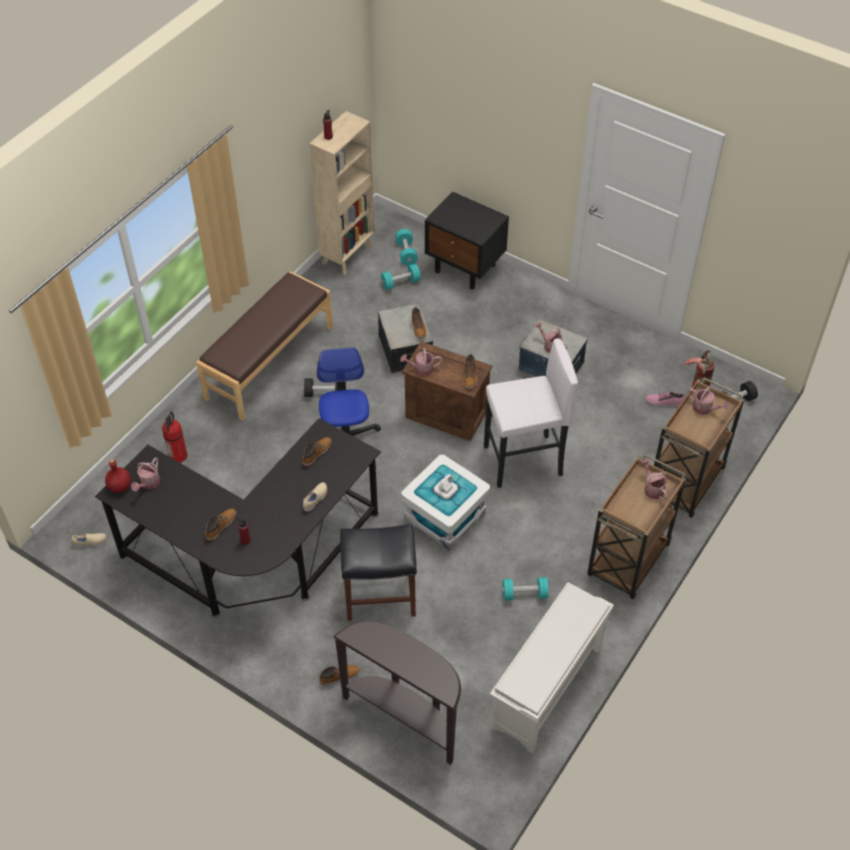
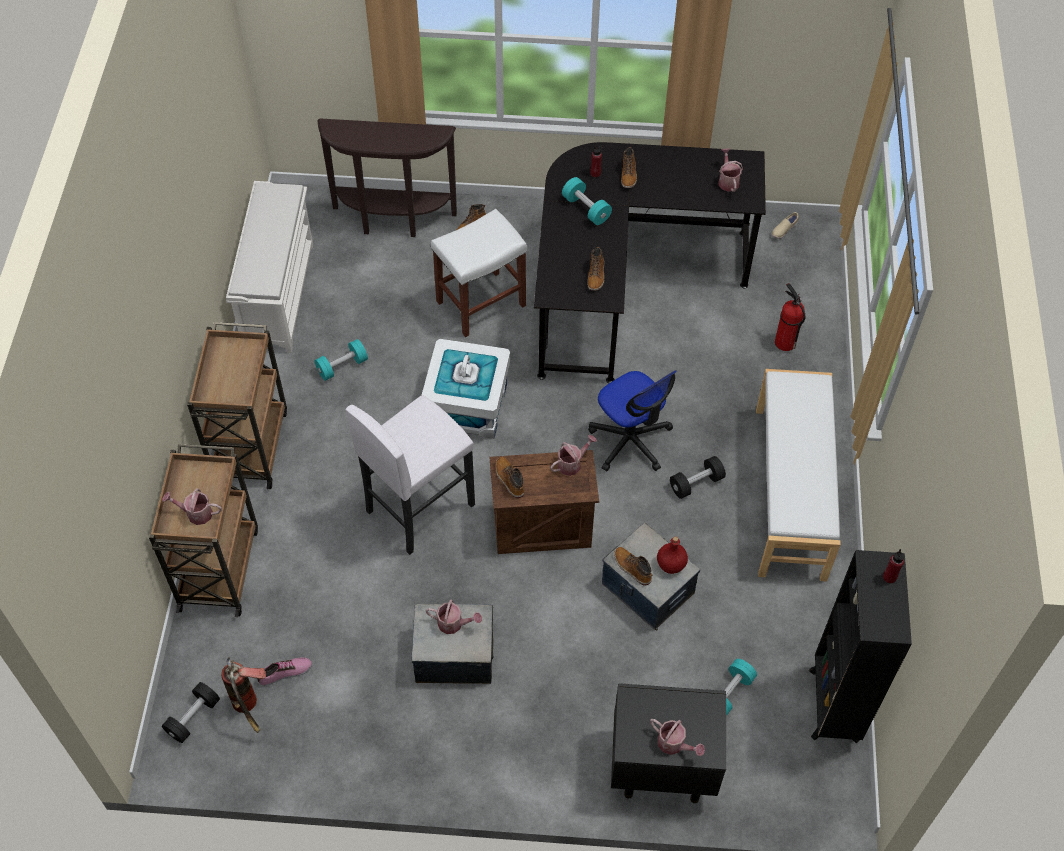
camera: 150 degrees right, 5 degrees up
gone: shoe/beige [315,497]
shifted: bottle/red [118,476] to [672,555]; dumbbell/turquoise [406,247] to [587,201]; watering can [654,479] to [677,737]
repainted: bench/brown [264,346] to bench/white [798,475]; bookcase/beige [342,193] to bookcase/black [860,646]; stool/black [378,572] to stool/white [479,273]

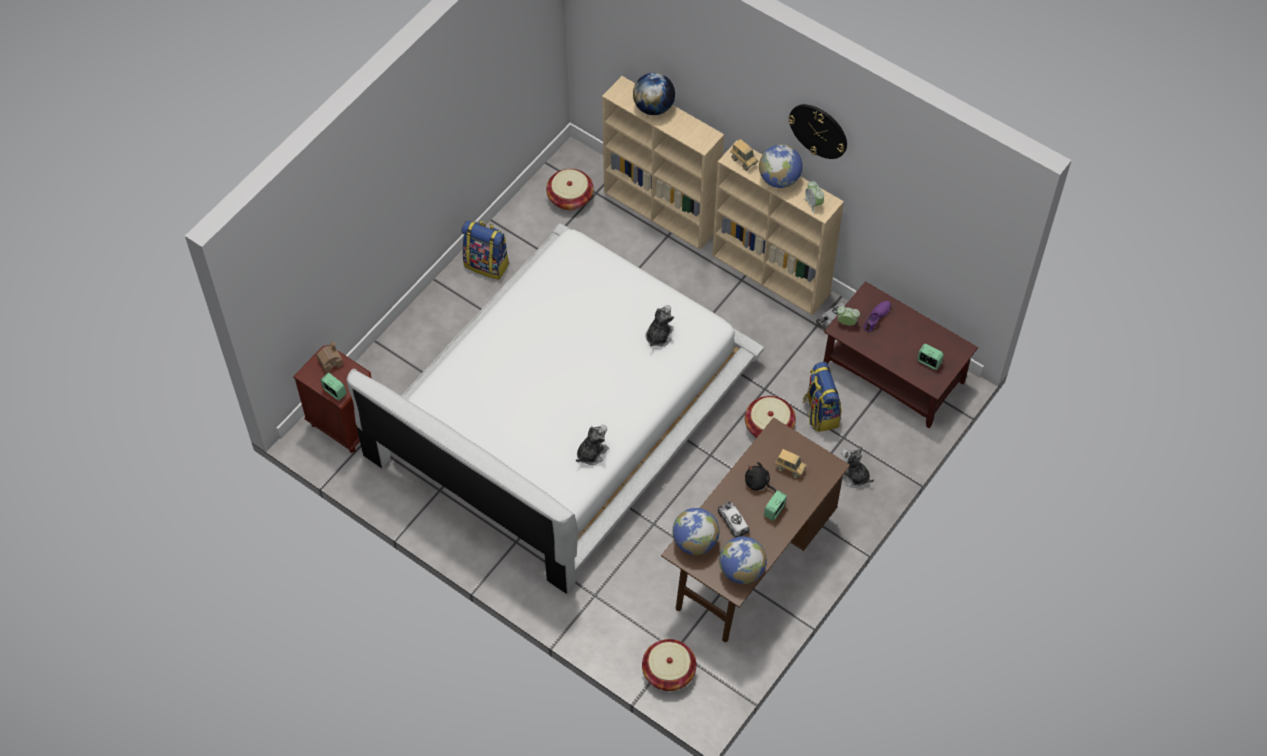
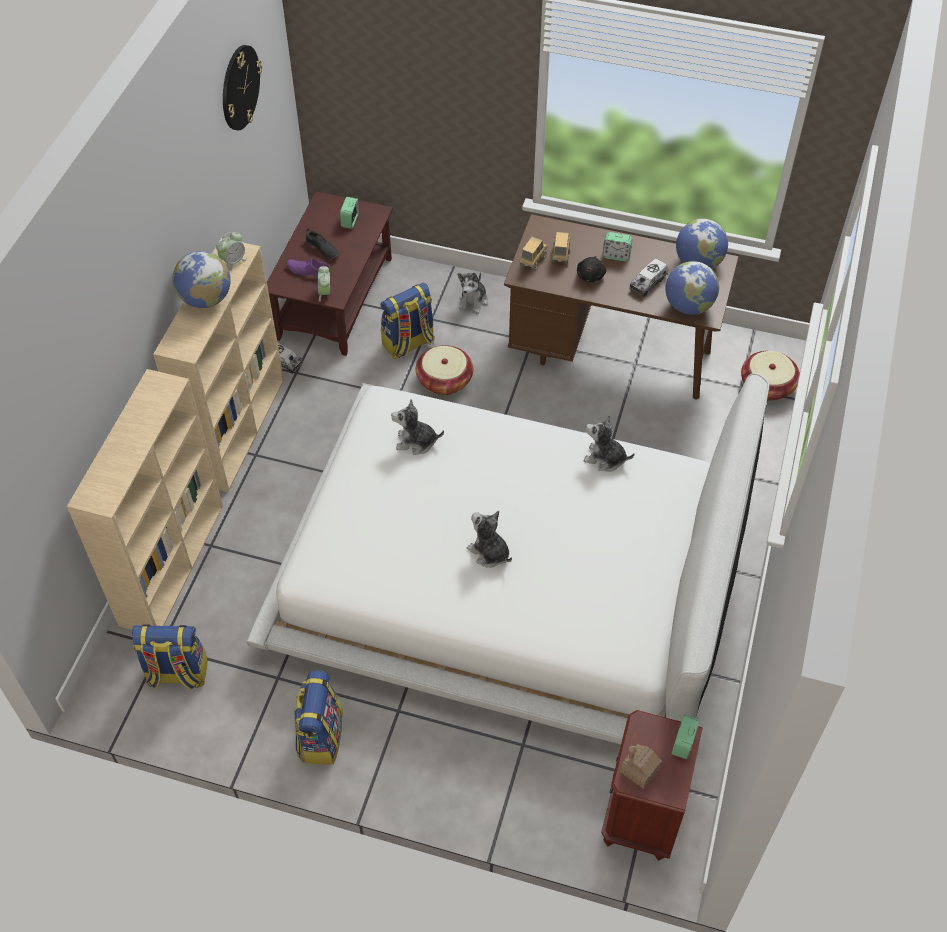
camera: 110 degrees left, 5 degrees down
gone: globe [654,94]
new: shoe/black [322,244]; plush toy [489,539]
shifted: toy truck [744,155] to [533,254]; wall clock [817,131] to [242,88]
swapped: basket [570,189] to backpack [169,657]

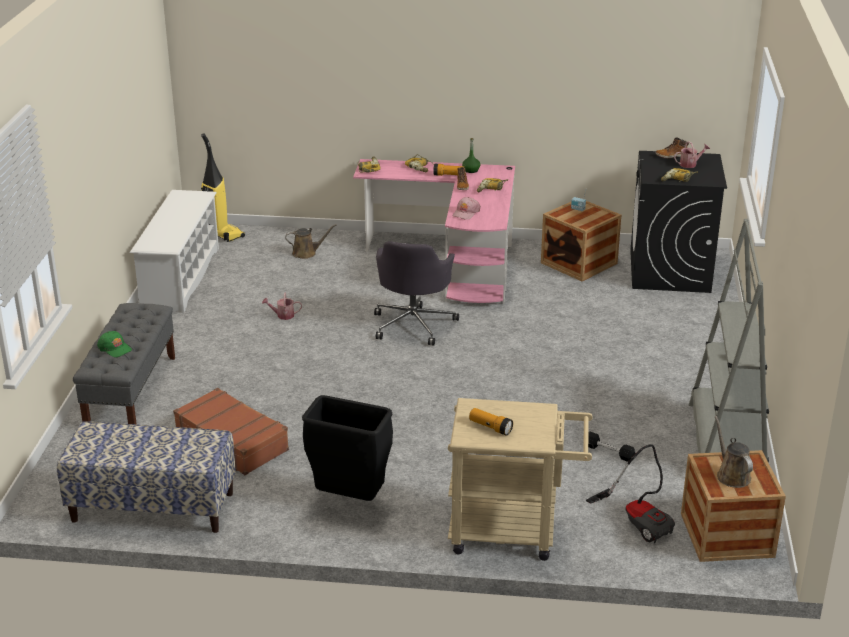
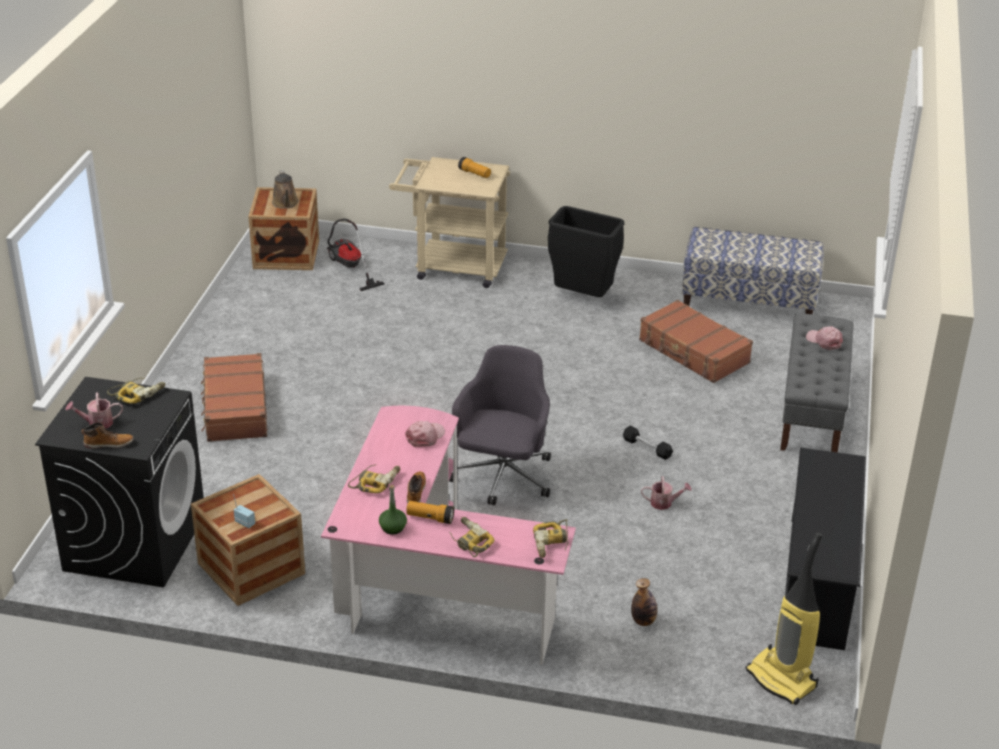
camera: 175 degrees left, 5 degrees up
gone: bookcase/grey [729,341]
new: suitcase/brown [234,397]
shifted: dumbbell/black [612,447] to [648,443]
swapped: watering can/brown [310,241] to bottle [644,602]
repainted: cap/green [114,344] to cap/pink [824,338]; shoe rack/white [174,251] to shoe rack/black [825,549]

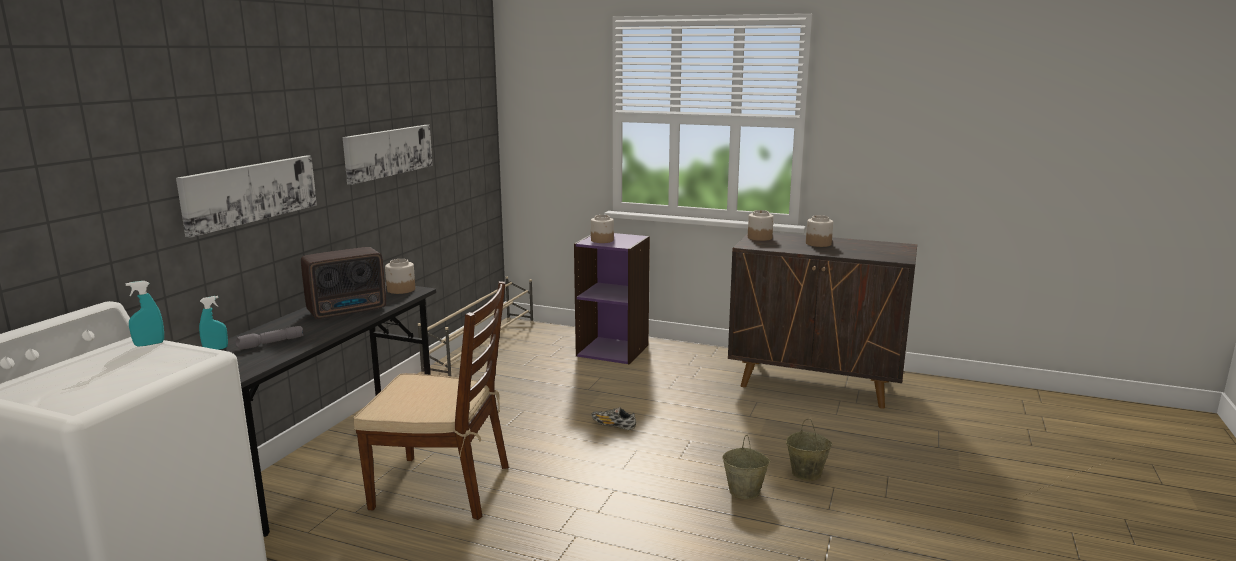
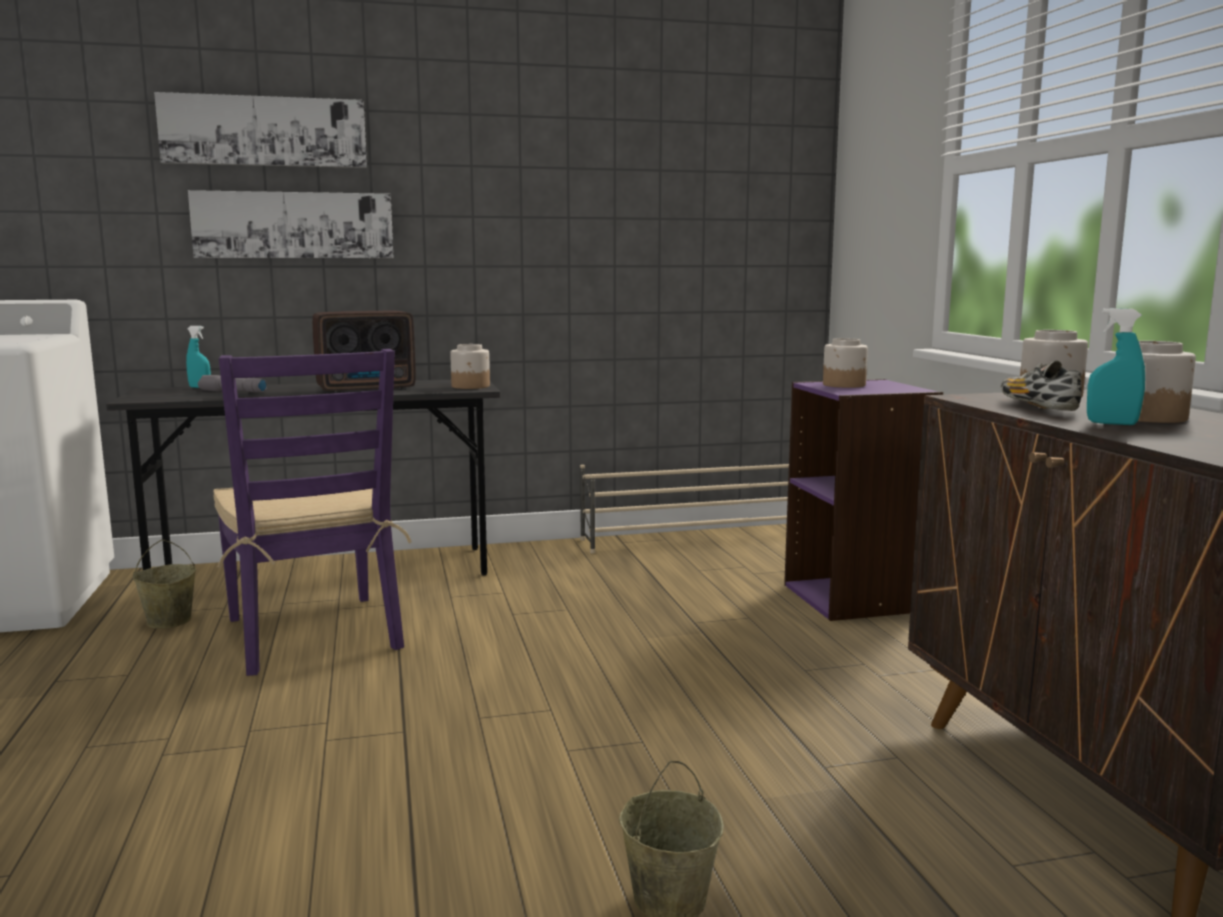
camera: 55 degrees right, 5 degrees down
shifted: spray bottle/turquoise [145,314] to [1116,366]; picture [388,155] to [260,130]; shoe [613,418] to [1041,386]; bucket/beige [746,467] to [164,584]
repainted: chair/brown [431,400] to chair/purple [312,512]
rotated: radio [343,283] = [364,351] 45 degrees counterclockwise

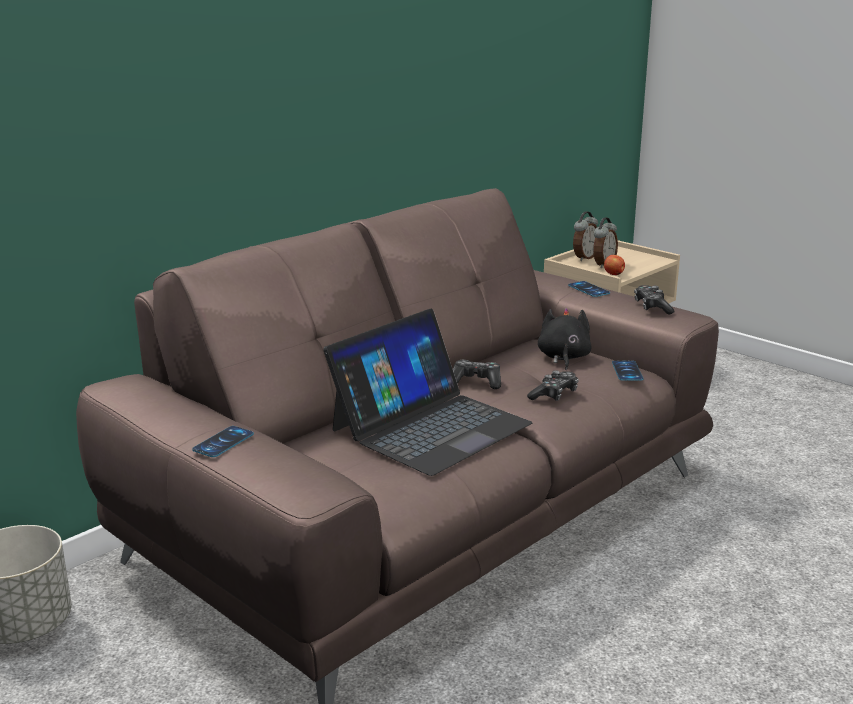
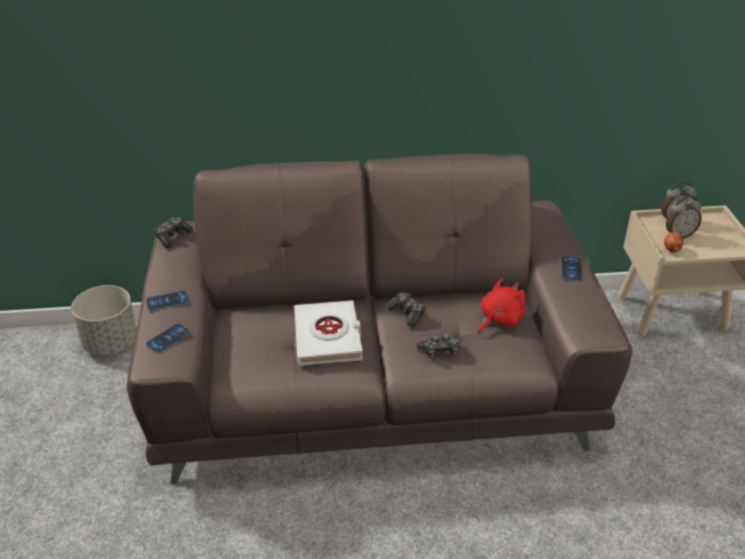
camera: 40 degrees right, 15 degrees up
shifted: phone [627,370] to [168,338]; game controller [654,300] to [173,232]
swapped: laptop [428,392] to book/white [328,333]
repainted: plush toy/black [565,339] to plush toy/red [501,306]

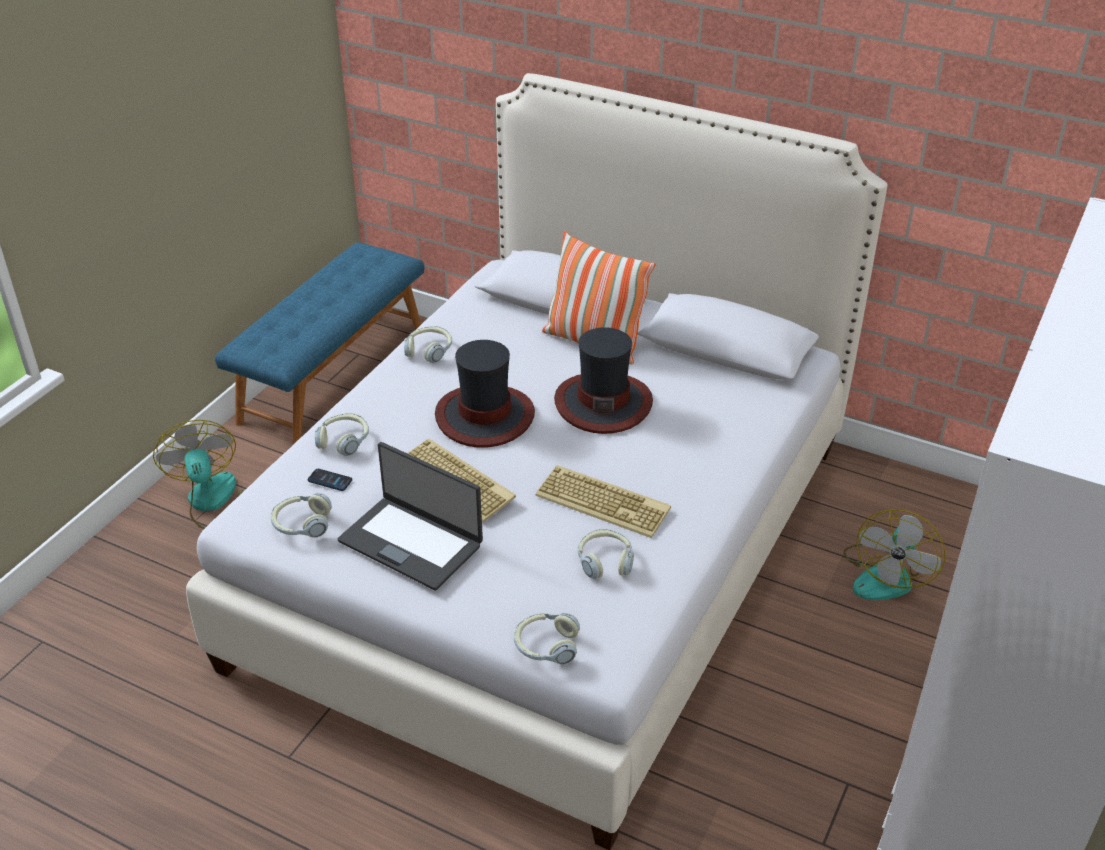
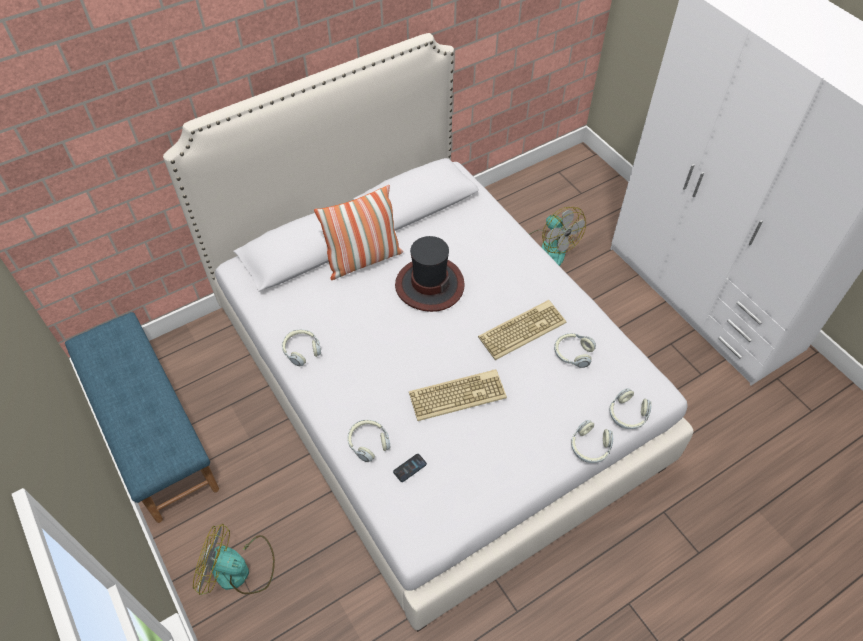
camera: 60 degrees left, 15 degrees up
gone: laptop [410,516]; hat [485,394]
shifted: headphones [301,515] to [592,441]

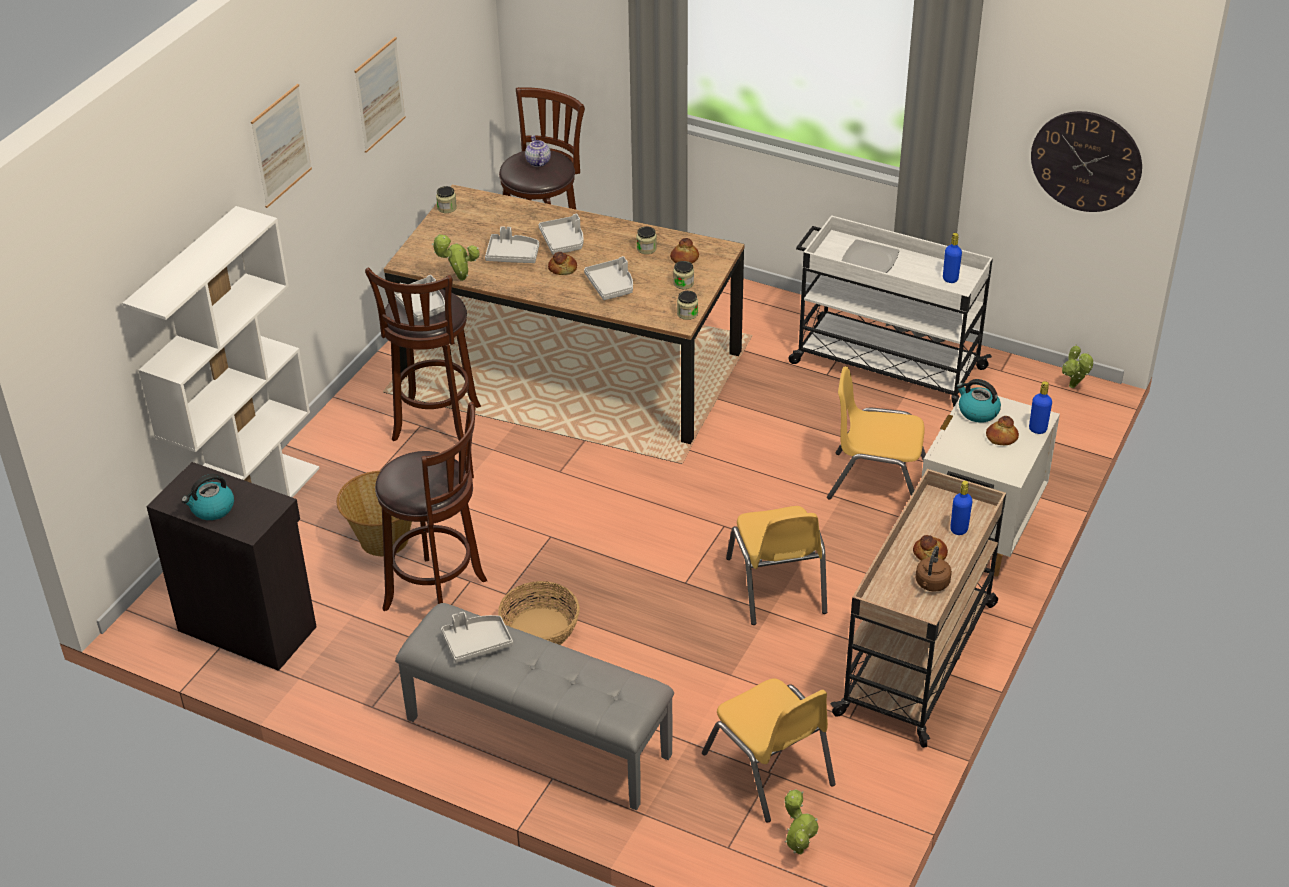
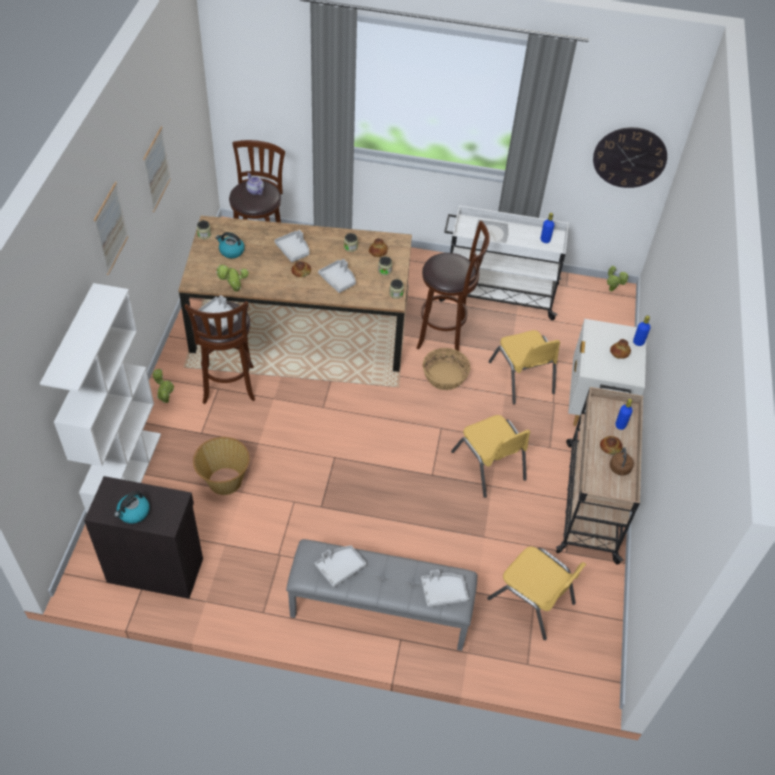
camera: 20 degrees left, 10 degrees up
shifted: stool/brown [431,506] to [453,287]; tray/grey [512,244] to [445,588]; basket [539,613] to [446,369]; potted plant [801,821] to [163,386]; kettle [979,401] to [230,245]
rotated: chair/yellow [876,433] = [524,367] 105 degrees counterclockwise

